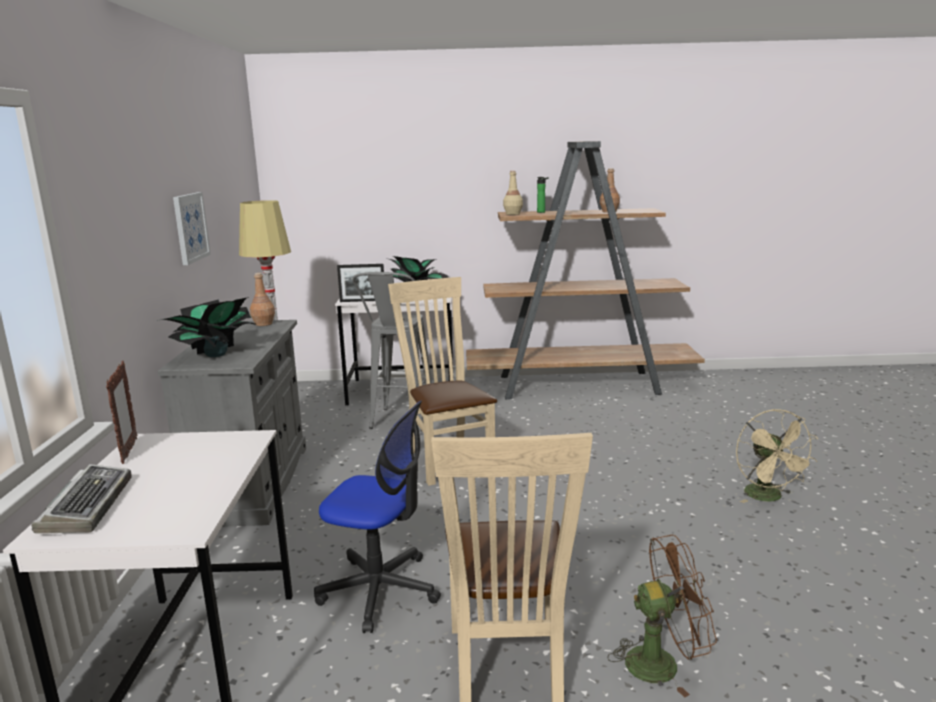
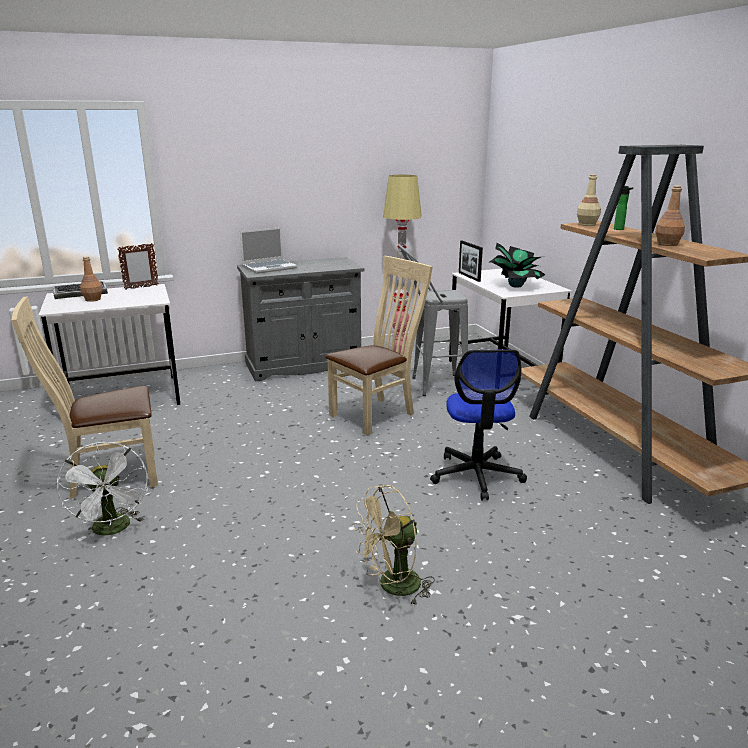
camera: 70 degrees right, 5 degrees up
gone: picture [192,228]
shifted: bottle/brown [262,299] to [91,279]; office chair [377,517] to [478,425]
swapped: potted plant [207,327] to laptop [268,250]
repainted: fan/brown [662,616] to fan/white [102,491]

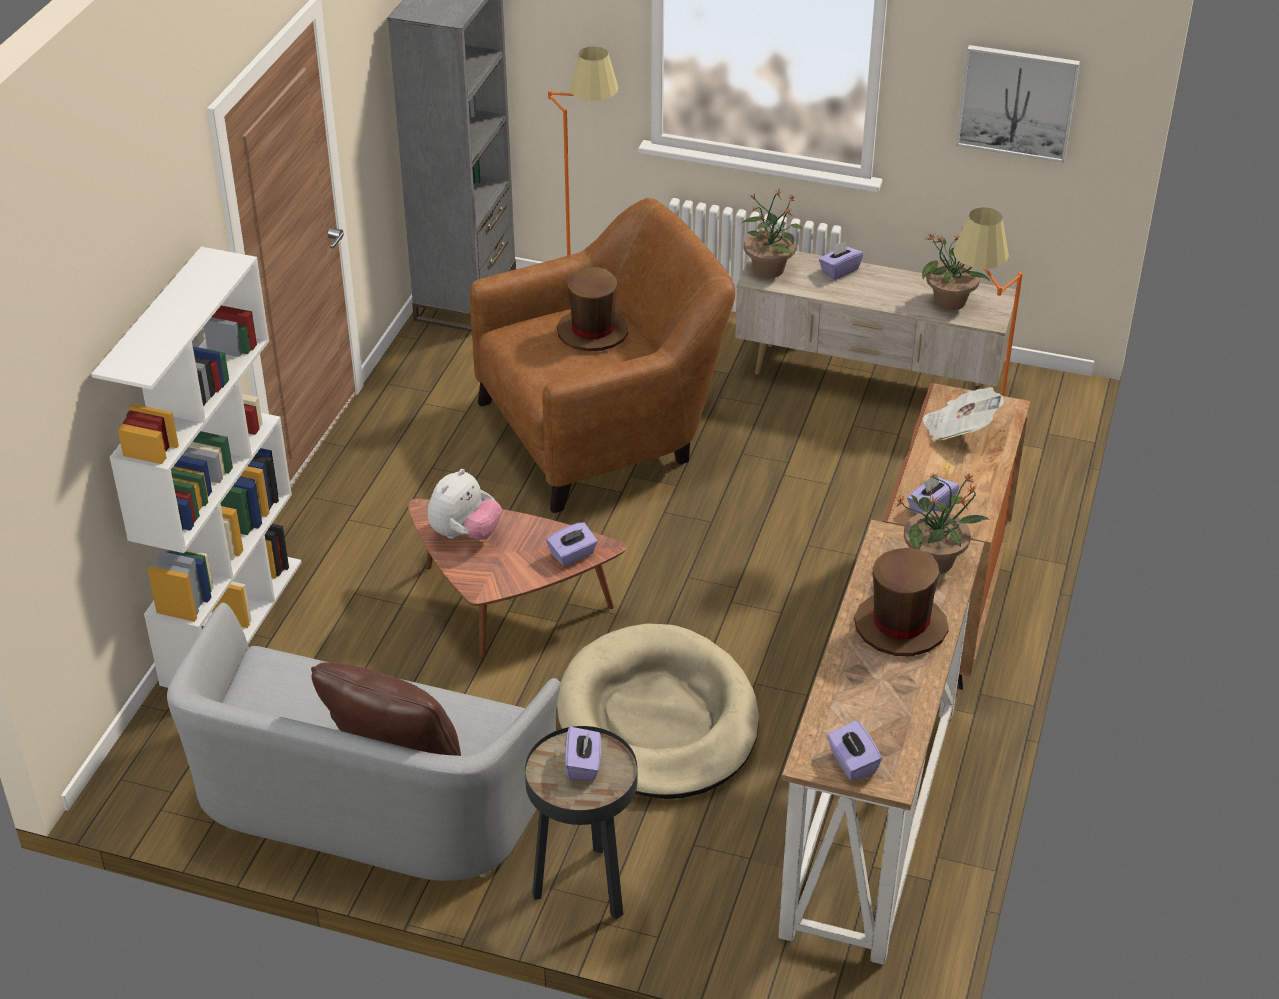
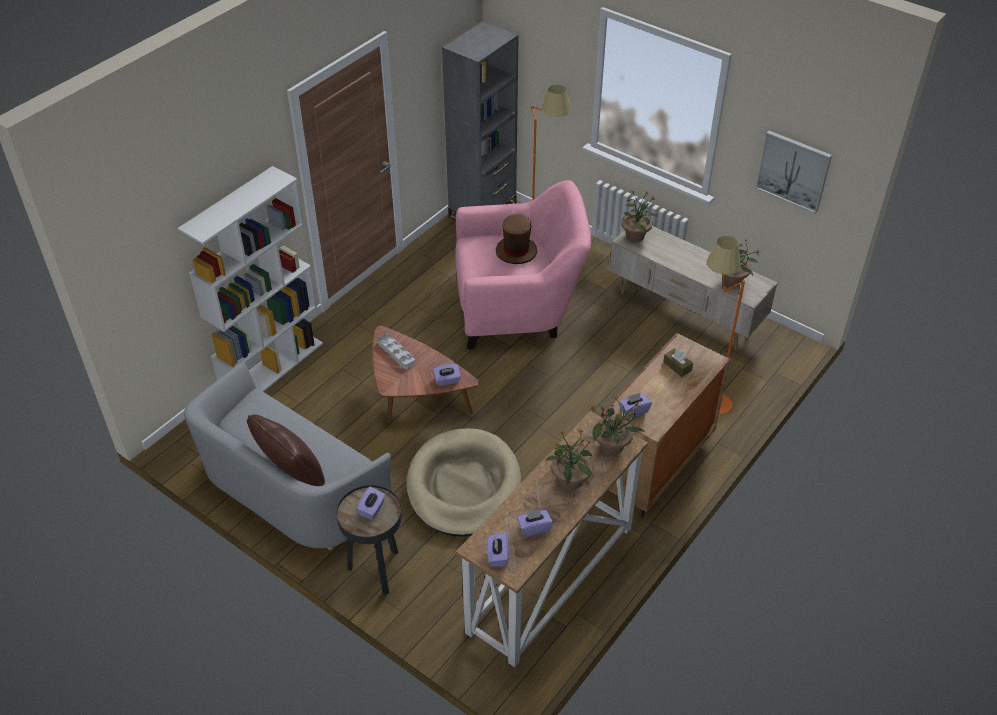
camera: 20 degrees right, 5 degrees up
shifted: tissue box/purple [841,260] to [535,523]
swapped: plush toy [465,504] to tray/grey [396,351]; hat/brown [901,601] to potted plant [569,459]; newspaper [963,414] to tissue box/brown [678,362]
repainted: armchair/brown [602,355] to armchair/pink [523,264]

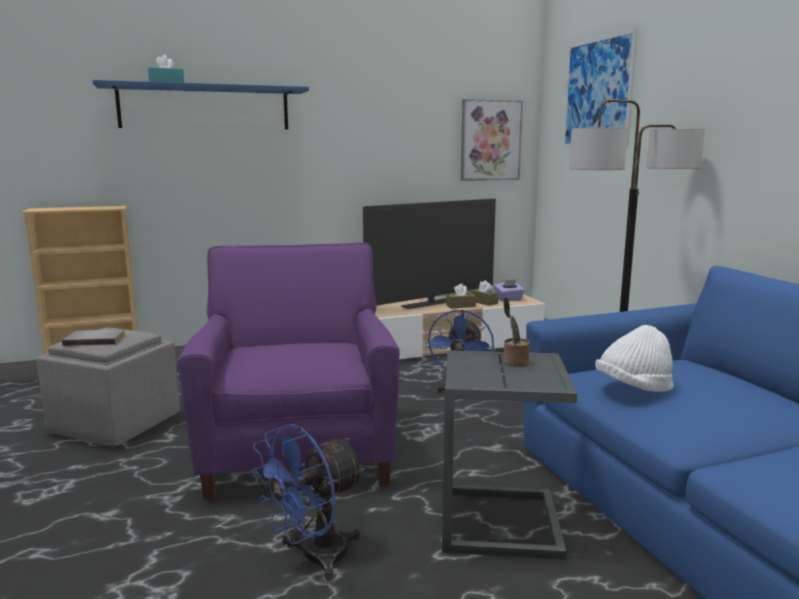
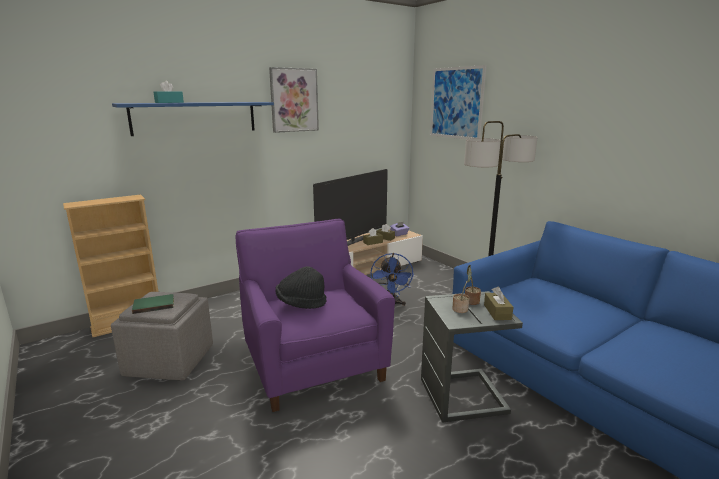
camera: 15 degrees left, 5 degrees up
gone: fan/blue [308,502]; hat/white [634,358]
new: hat/black [301,287]; potted plant [462,290]; tissue box/brown [498,303]
shifted: picture [492,140] to [294,100]
repainted: book/grey [94,337] to book/green [153,304]

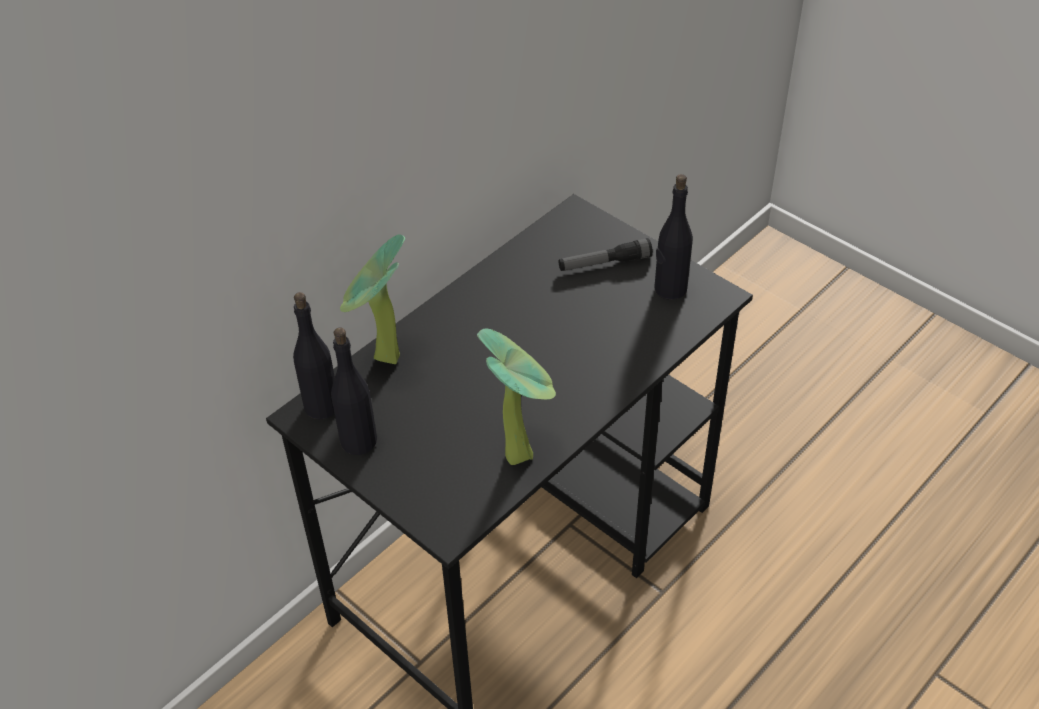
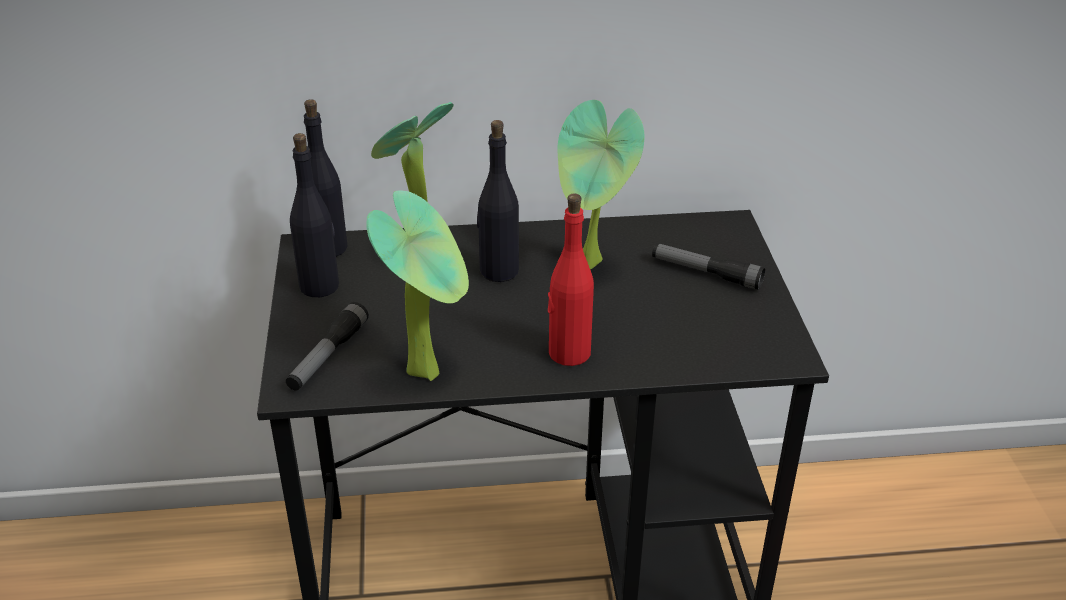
camera: 40 degrees right, 10 degrees down
new: flashlight [327,346]; bottle/red [571,280]; potted plant [601,185]
shifted: bottle/black [673,237] to [498,201]

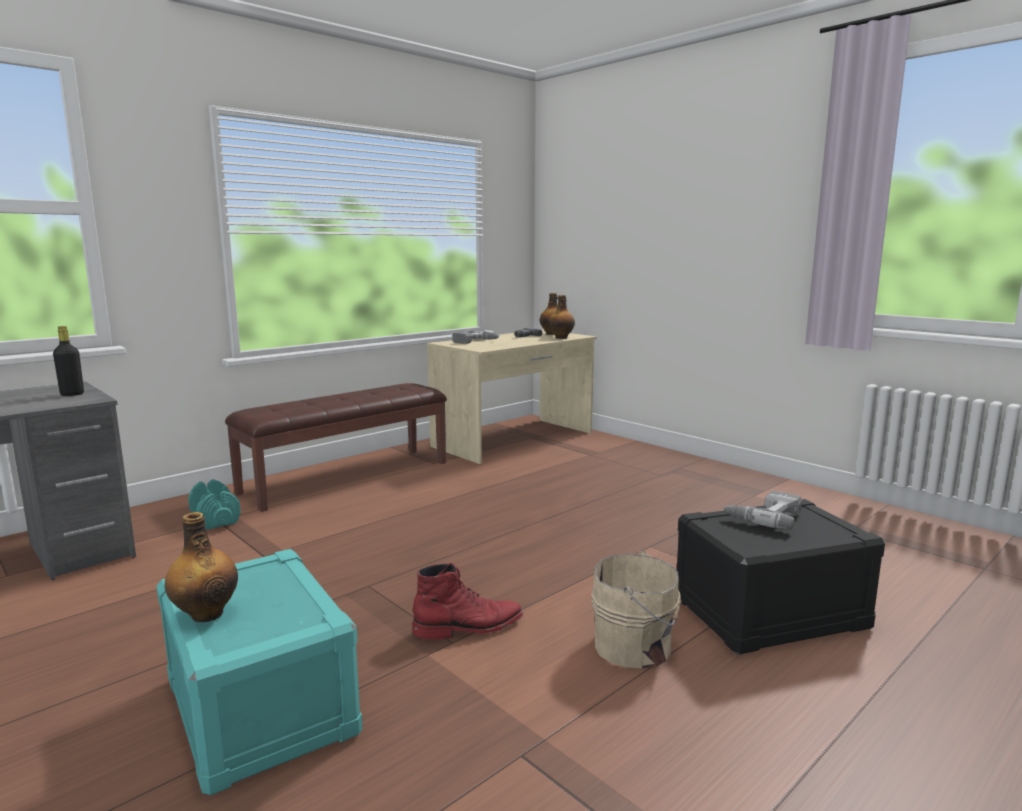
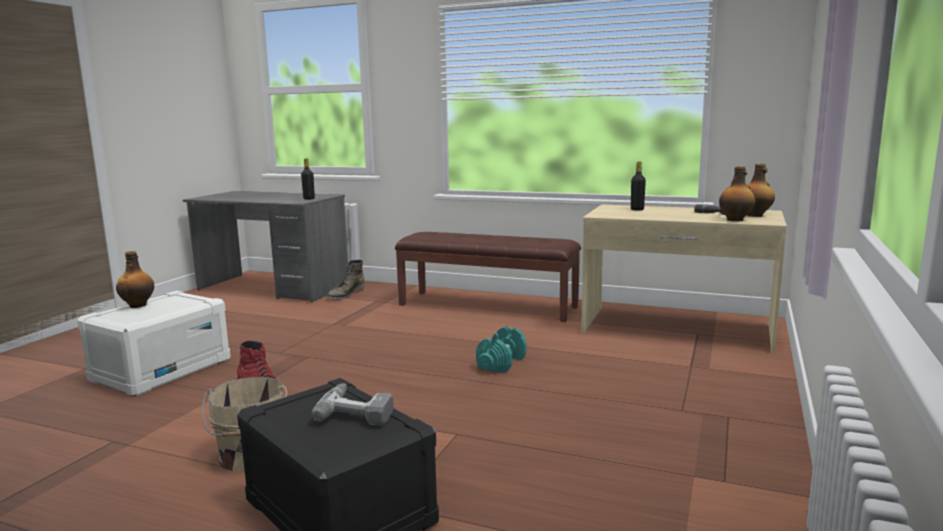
camera: 65 degrees right, 0 degrees up
new: boot/green [345,280]
shifted: dumbbell/turquoise [214,504] to [501,349]
swapped: power drill [476,337] to bottle/black [638,186]
repainted: storage box/turquoise [259,672] to storage box/white [154,344]

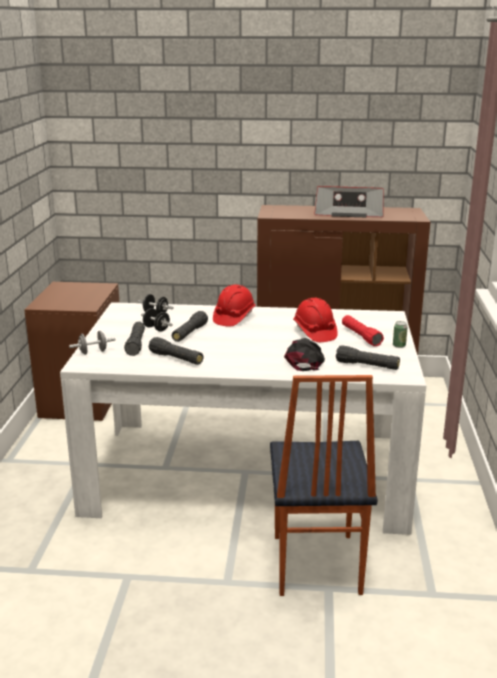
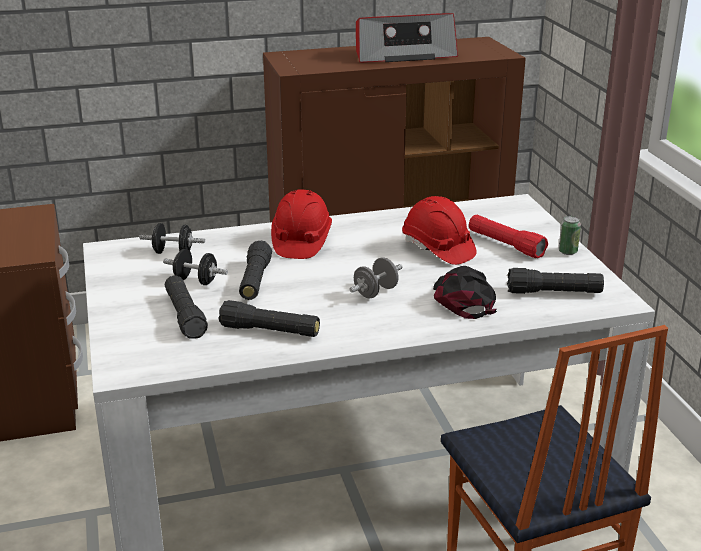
camera: 20 degrees left, 5 degrees up
shifted: dumbbell/grey [92,343] to [376,277]

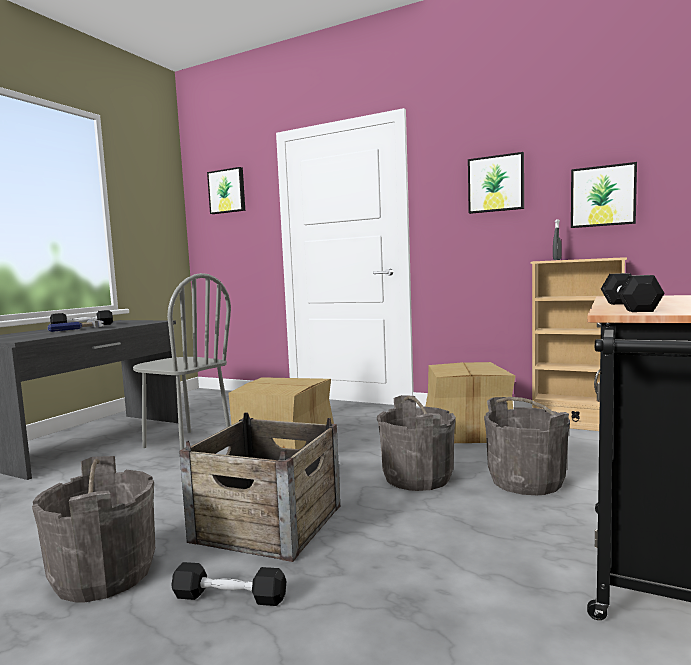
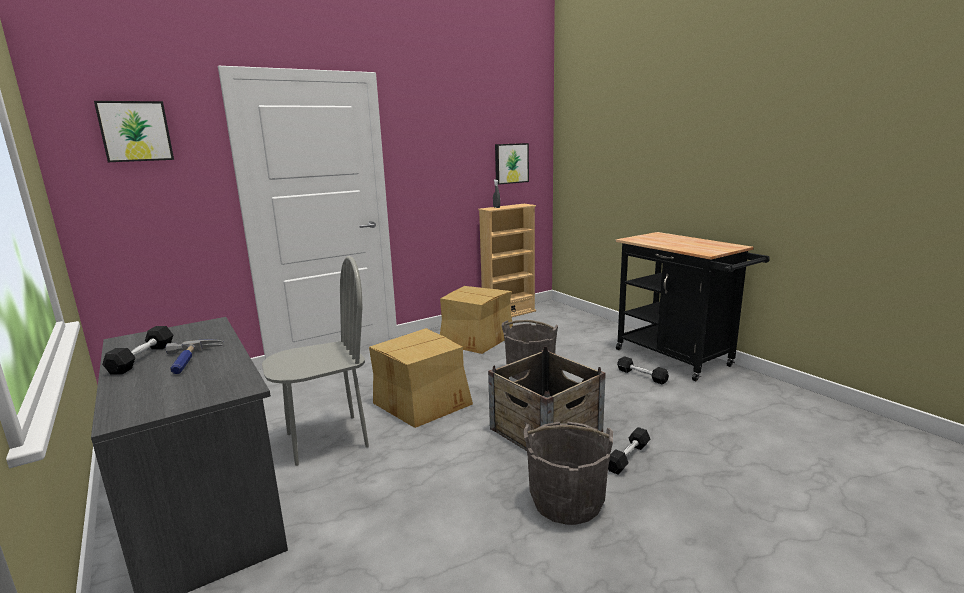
camera: 60 degrees left, 10 degrees up
gone: picture [496,183]; bucket/grey [527,446]
shifted: dumbbell/black [633,292] to [643,370]

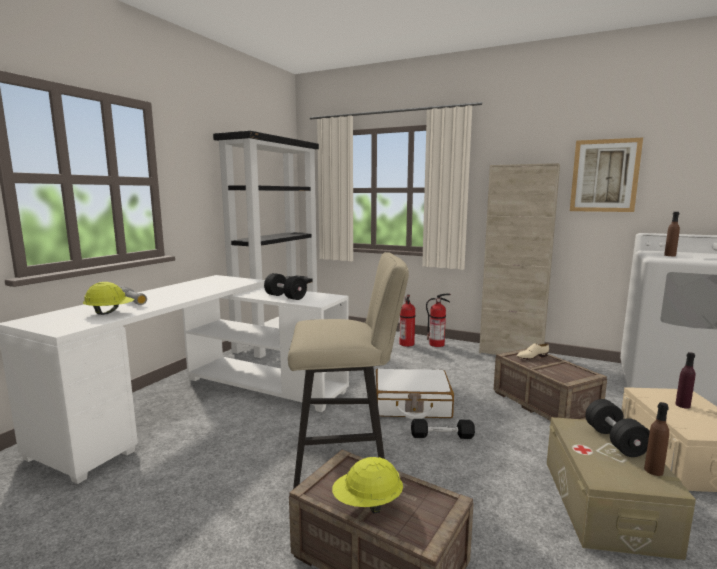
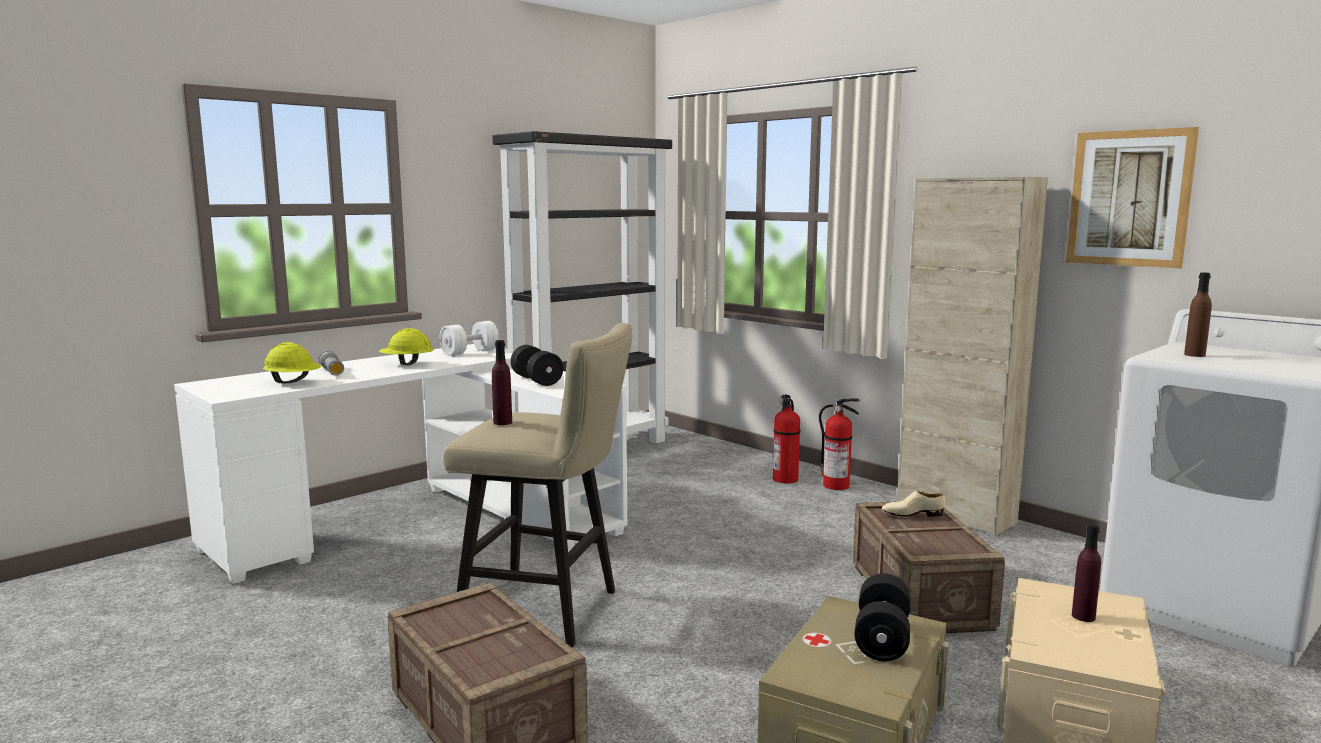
camera: 20 degrees right, 0 degrees up
gone: suitcase/white [414,394]; dumbbell/black [443,429]; bottle/brown [656,439]
new: dumbbell/white [469,338]; bottle/purple [502,382]
shifted: hard hat/yellow [367,485] to [406,346]

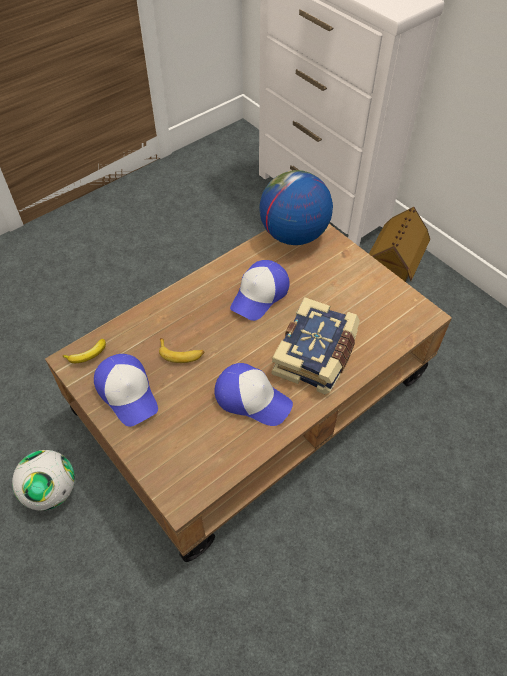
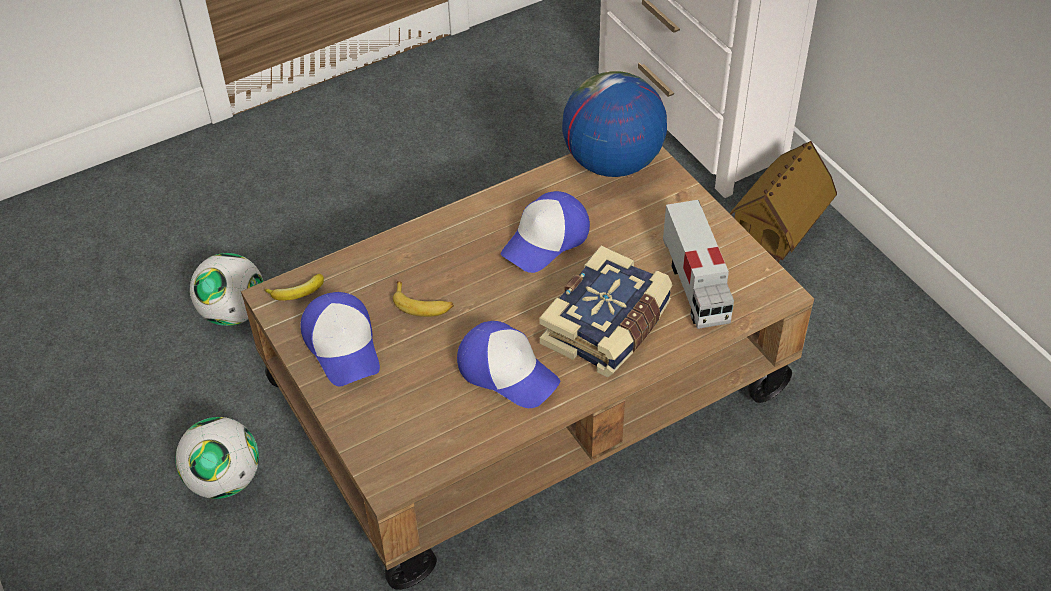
camera: 10 degrees right, 5 degrees down
new: football [227,289]; toy truck [698,264]

